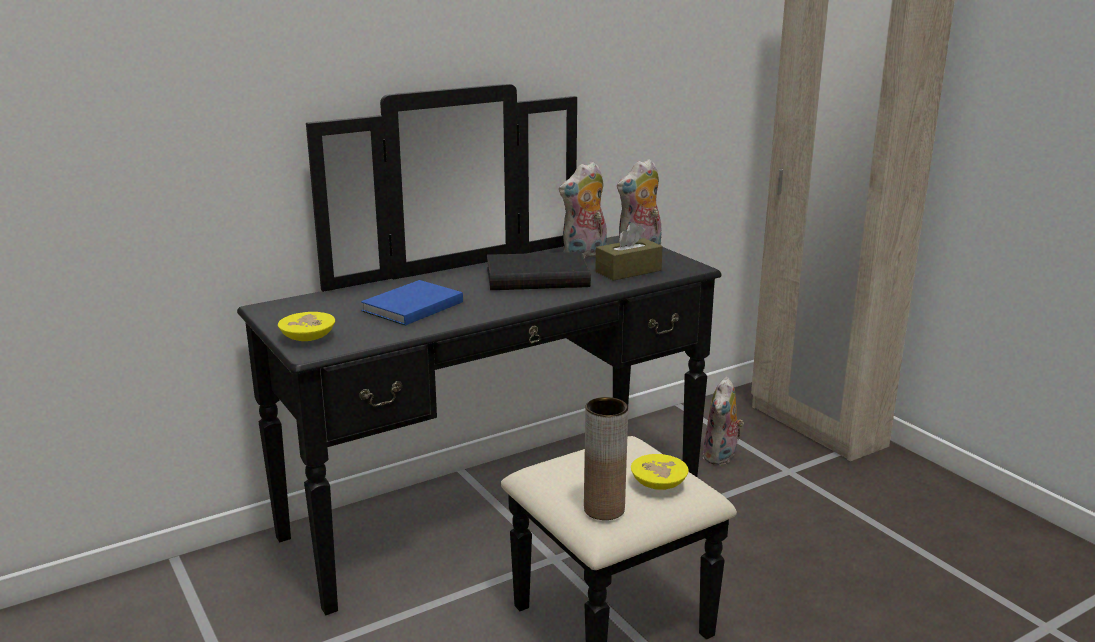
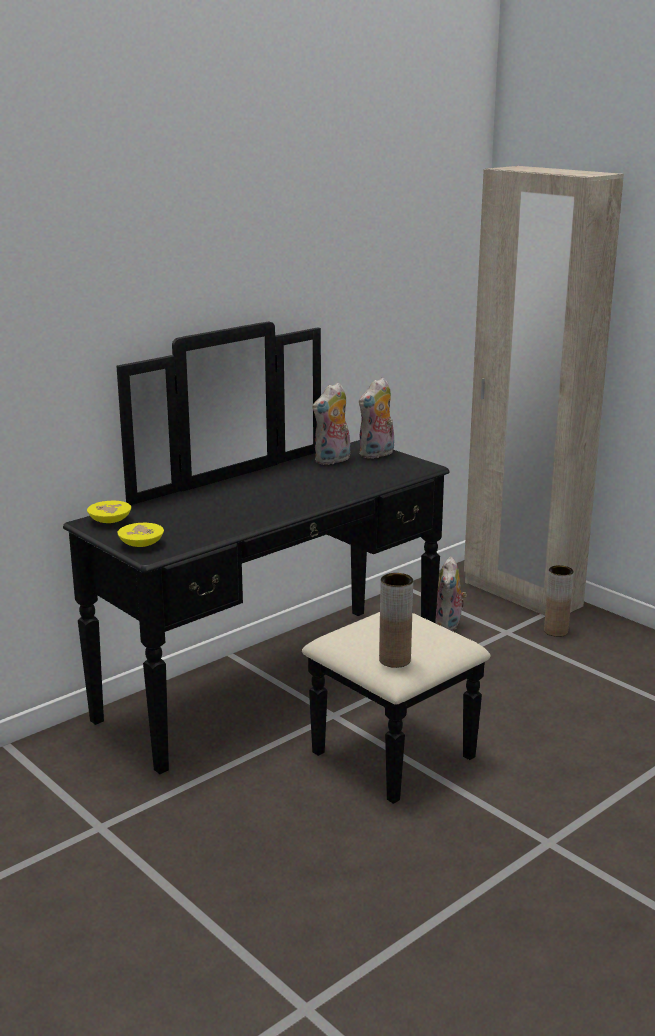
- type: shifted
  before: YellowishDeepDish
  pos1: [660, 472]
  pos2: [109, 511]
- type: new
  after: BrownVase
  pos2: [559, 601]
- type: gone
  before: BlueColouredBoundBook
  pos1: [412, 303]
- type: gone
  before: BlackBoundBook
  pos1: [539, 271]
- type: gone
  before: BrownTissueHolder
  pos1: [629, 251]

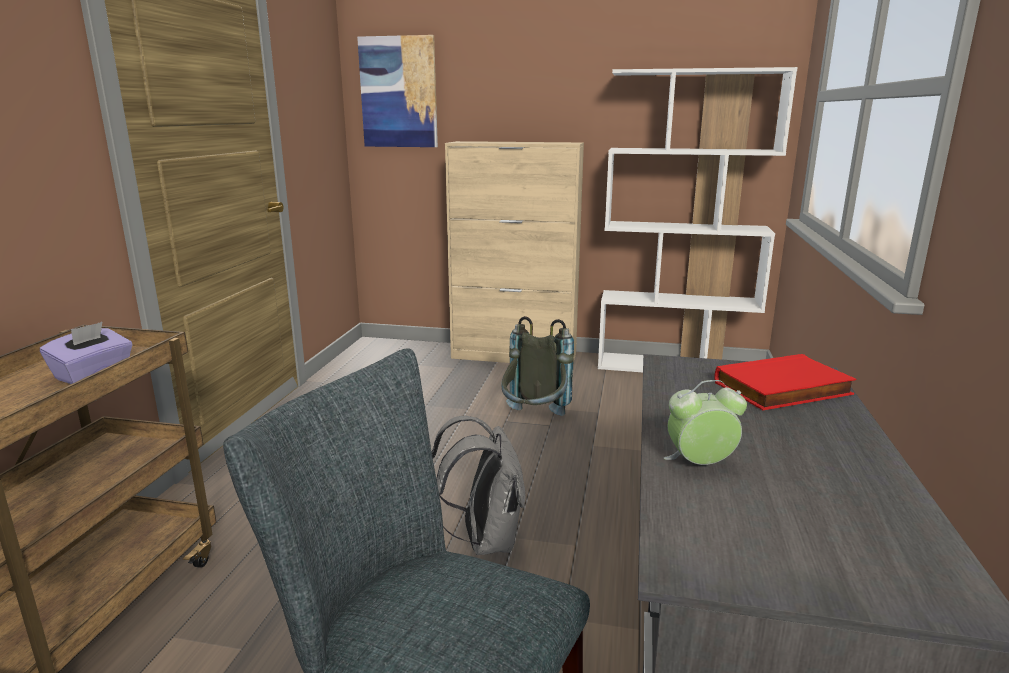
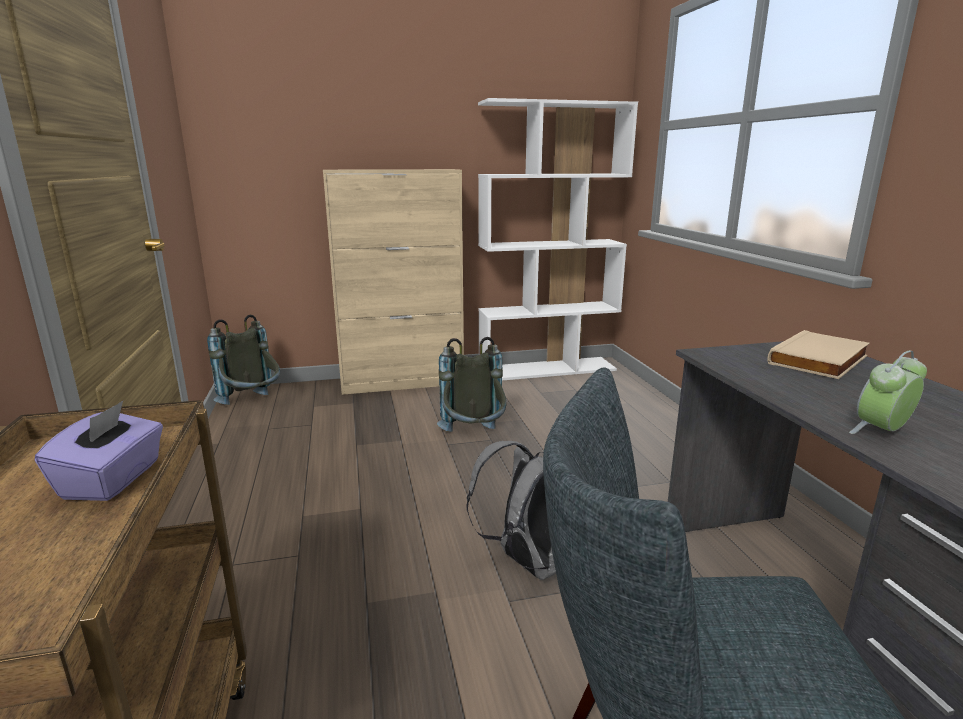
- type: new
  after: GrayRucksack
  pos2: [243, 359]
- type: repainted
  before: ReddishBoundBook
  after: BeigeColouredBoundBook
  pos1: [785, 382]
  pos2: [818, 354]
- type: gone
  before: WallPicture
  pos1: [397, 91]

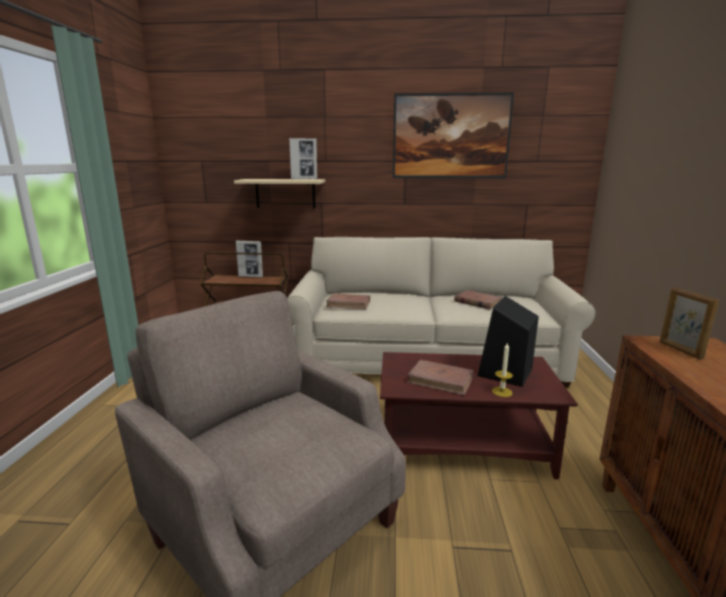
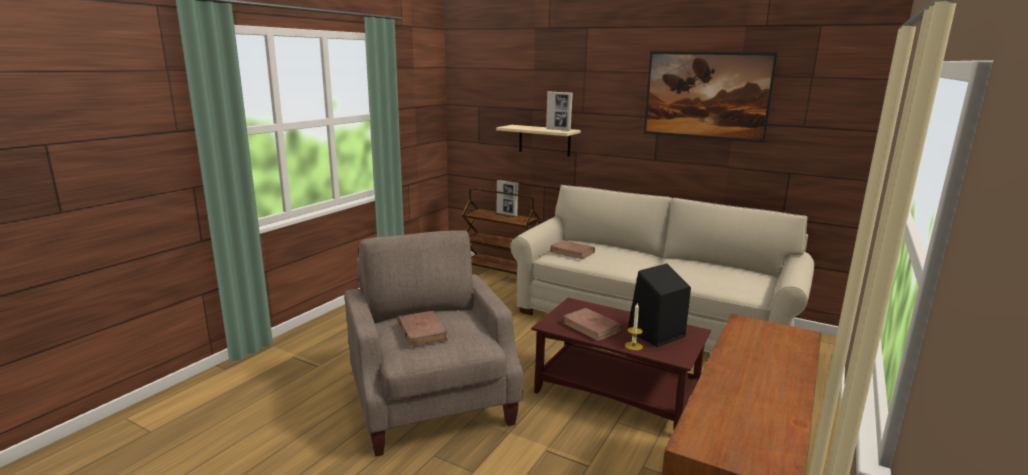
- type: shifted
  before: BrownBoundBook
  pos1: [478, 300]
  pos2: [422, 329]
- type: gone
  before: PhotoFrame
  pos1: [689, 323]

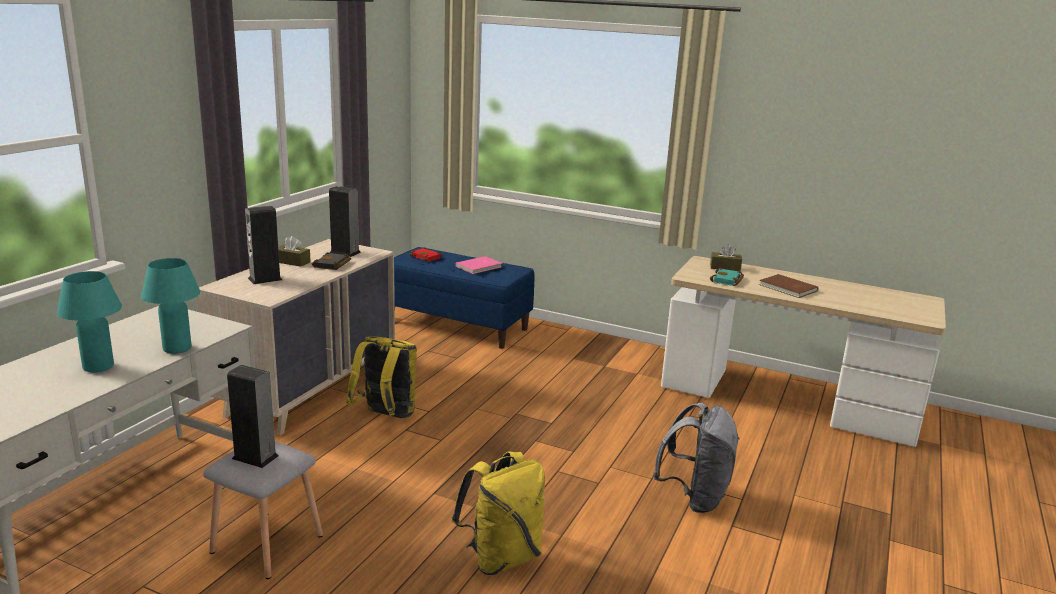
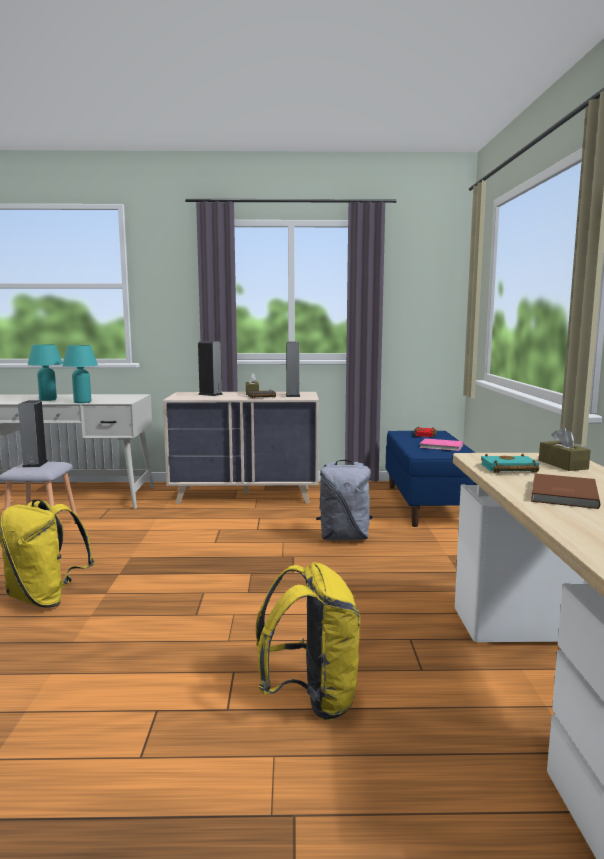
- type: shifted
  before: YellowishRucksack
  pos1: [381, 377]
  pos2: [308, 641]
- type: shifted
  before: GrayRucksack
  pos1: [696, 458]
  pos2: [344, 500]

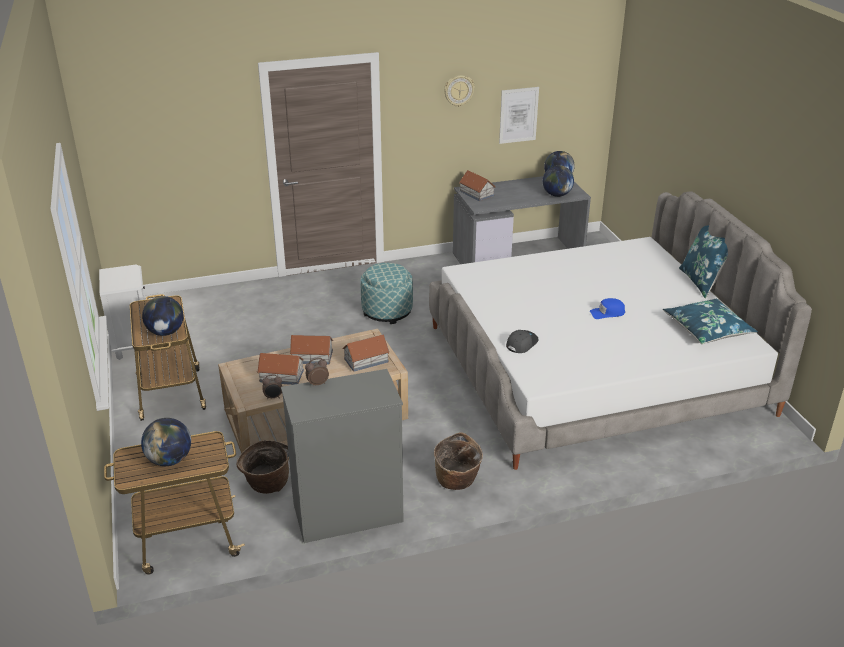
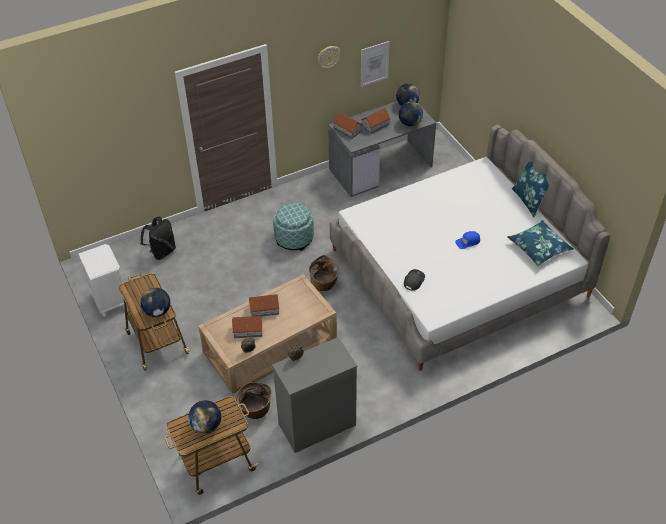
- type: new
  after: BlackRucksack
  pos2: [158, 238]
- type: shifted
  before: HouseholdBasket
  pos1: [458, 461]
  pos2: [324, 273]
- type: shifted
  before: MiniatureHouse
  pos1: [366, 353]
  pos2: [376, 121]

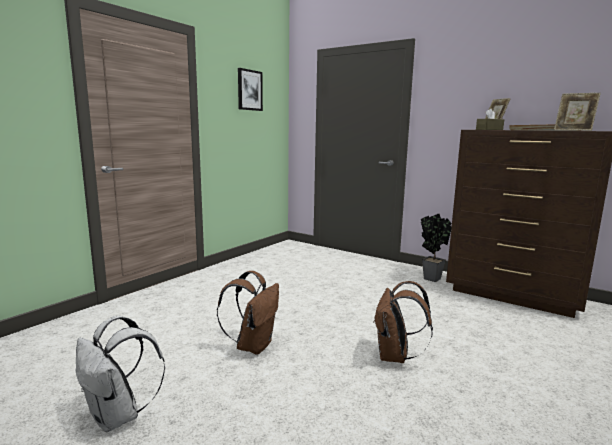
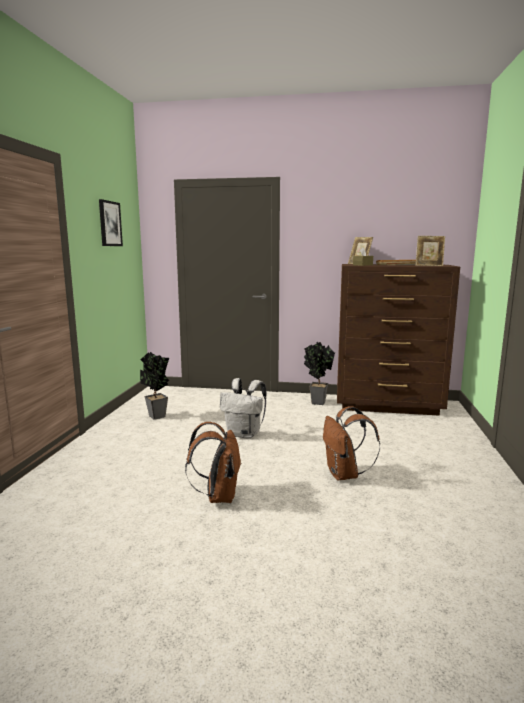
- type: new
  after: Houseplant
  pos2: [154, 386]
- type: shifted
  before: WhiteRucksack
  pos1: [120, 374]
  pos2: [243, 408]

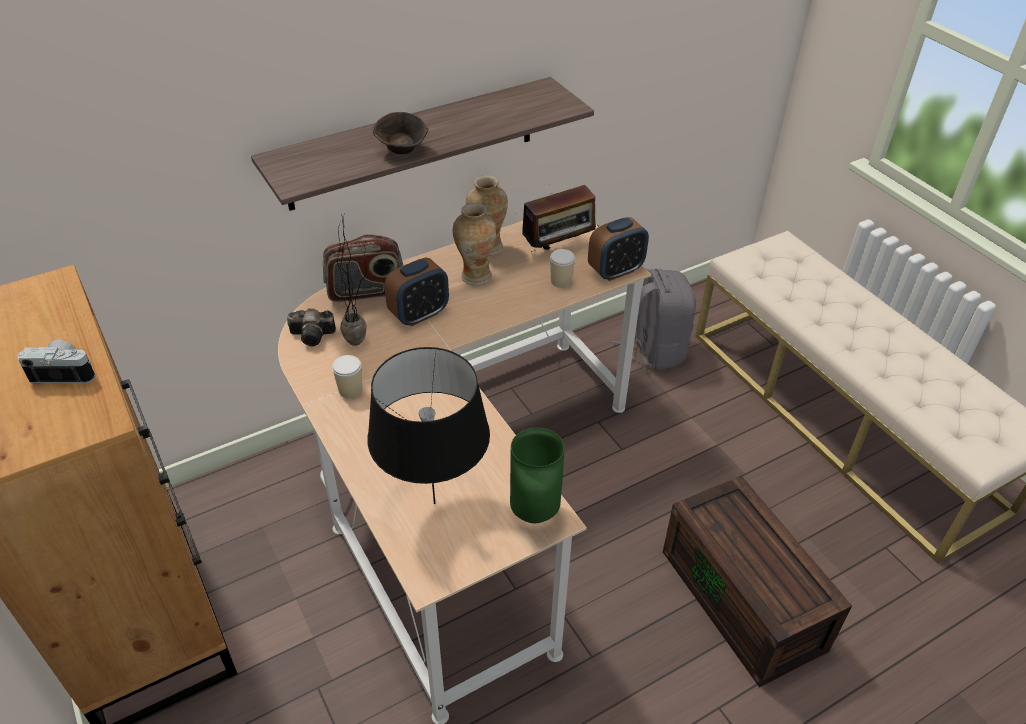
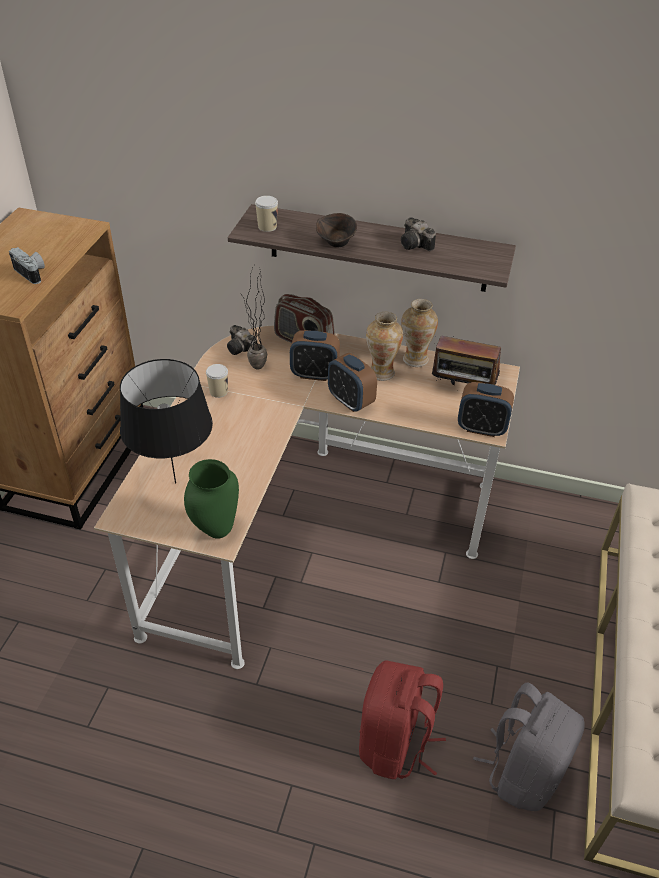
- type: shifted
  before: Cup
  pos1: [562, 268]
  pos2: [266, 214]
- type: new
  after: BedsideClock
  pos2: [352, 382]
- type: swapped
  before: BrownStorageBox
  after: ReddishRucksack
  pos1: [757, 581]
  pos2: [402, 719]
- type: new
  after: StillCamera
  pos2: [418, 234]
- type: shifted
  before: GrayRucksack
  pos1: [654, 319]
  pos2: [529, 746]

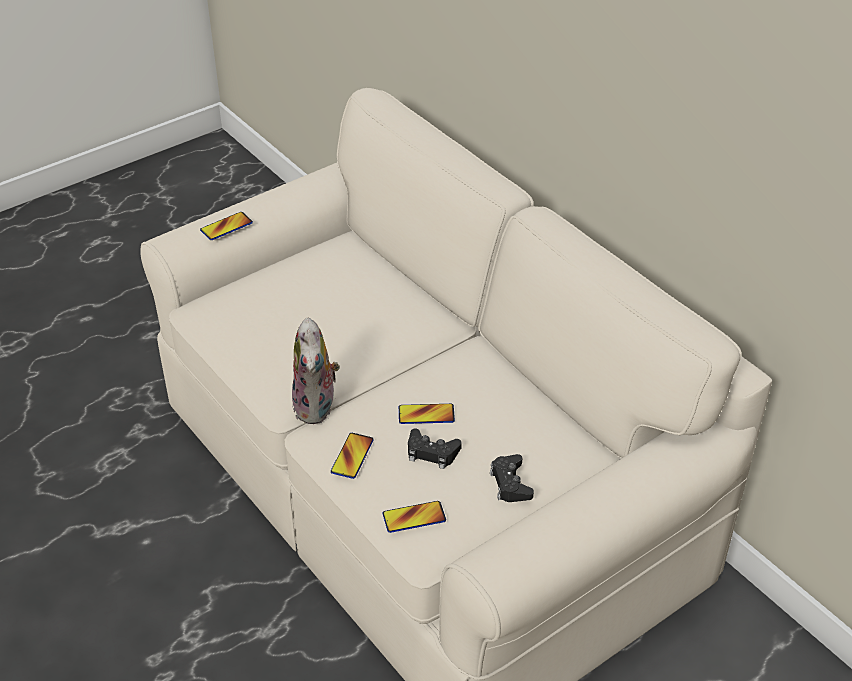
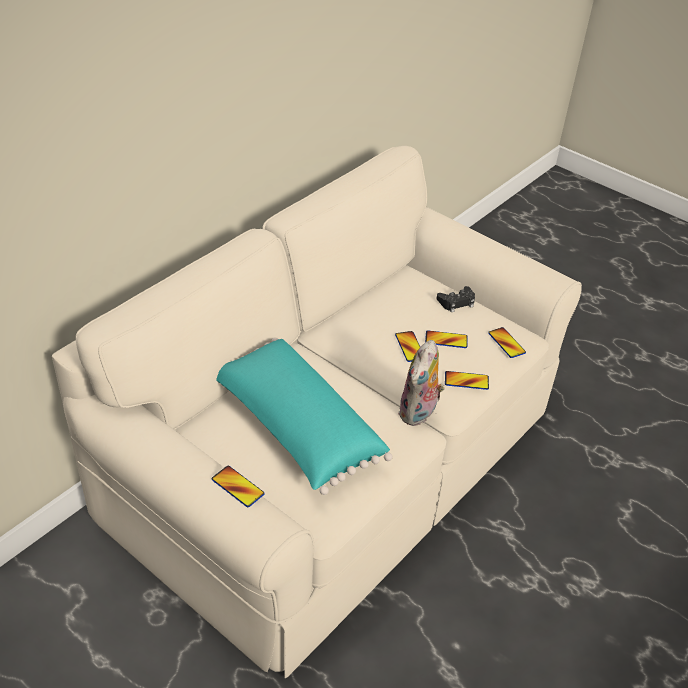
- type: new
  after: BlueGreenCushion
  pos2: [304, 416]
- type: rotated
  before: CuddlyToy
  pos1: [316, 371]
  pos2: [421, 383]
  turn: 135
- type: swapped
  before: BlackGamepad
  after: Phone
  pos1: [435, 448]
  pos2: [446, 339]

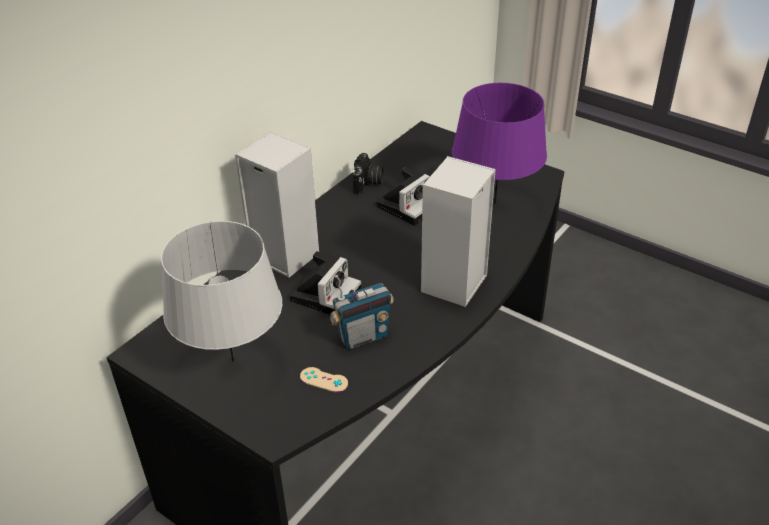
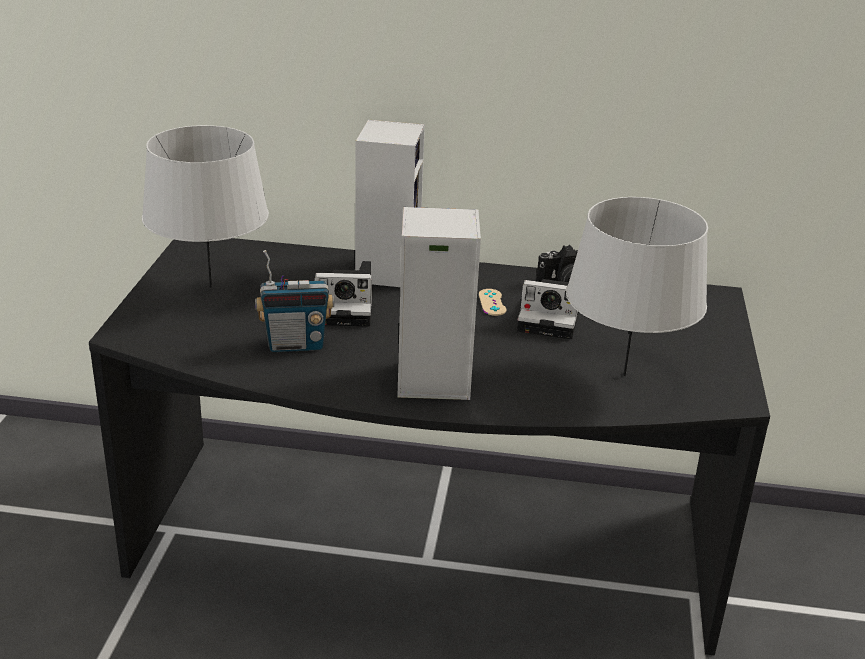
- type: rotated
  before: RadioSet
  pos1: [362, 312]
  pos2: [294, 301]
  turn: -45
- type: shifted
  before: BeigeColouredGamepad
  pos1: [324, 379]
  pos2: [492, 302]
- type: repainted
  before: PurpleTableLamp
  after: GrayTableLamp
  pos1: [499, 143]
  pos2: [637, 286]

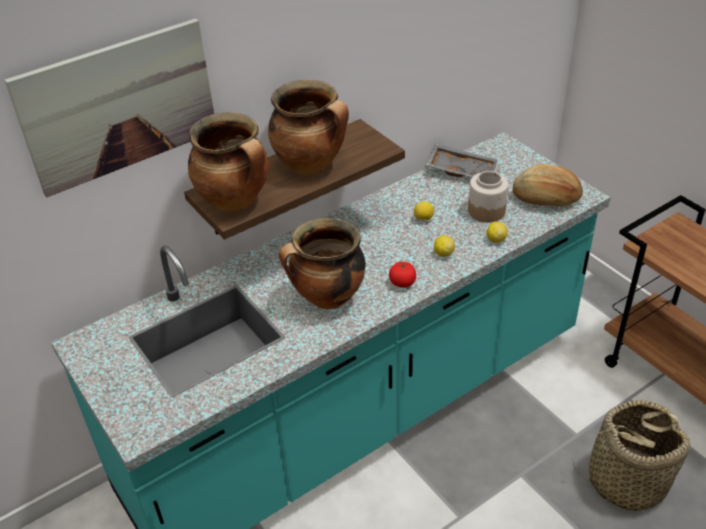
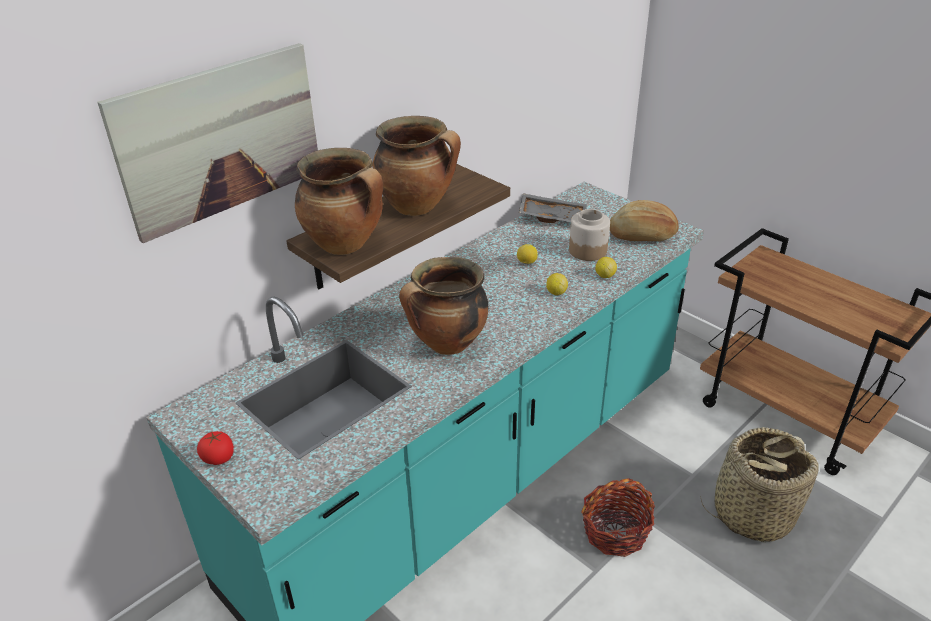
- type: shifted
  before: FreshTomato
  pos1: [402, 274]
  pos2: [215, 448]
- type: new
  after: HouseholdBasket
  pos2: [618, 517]

